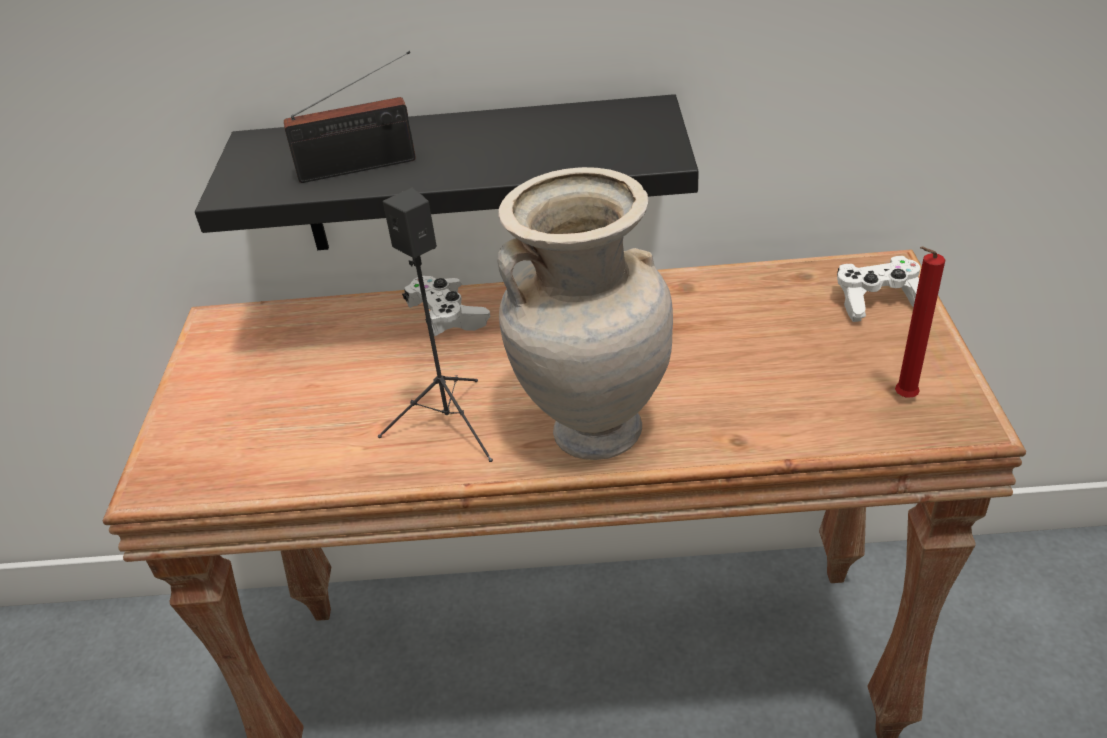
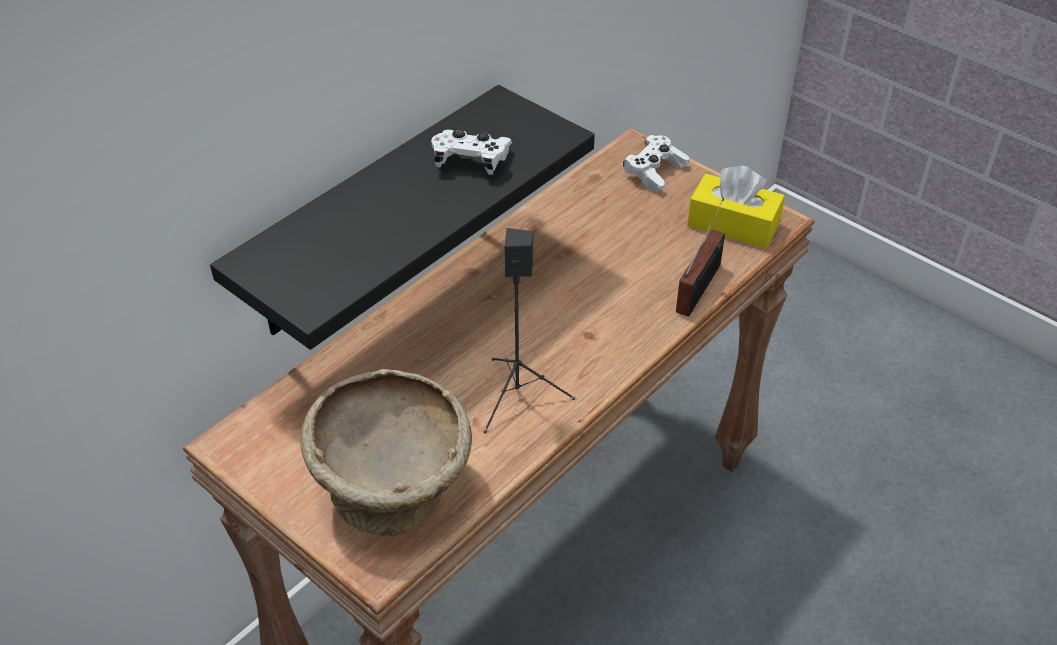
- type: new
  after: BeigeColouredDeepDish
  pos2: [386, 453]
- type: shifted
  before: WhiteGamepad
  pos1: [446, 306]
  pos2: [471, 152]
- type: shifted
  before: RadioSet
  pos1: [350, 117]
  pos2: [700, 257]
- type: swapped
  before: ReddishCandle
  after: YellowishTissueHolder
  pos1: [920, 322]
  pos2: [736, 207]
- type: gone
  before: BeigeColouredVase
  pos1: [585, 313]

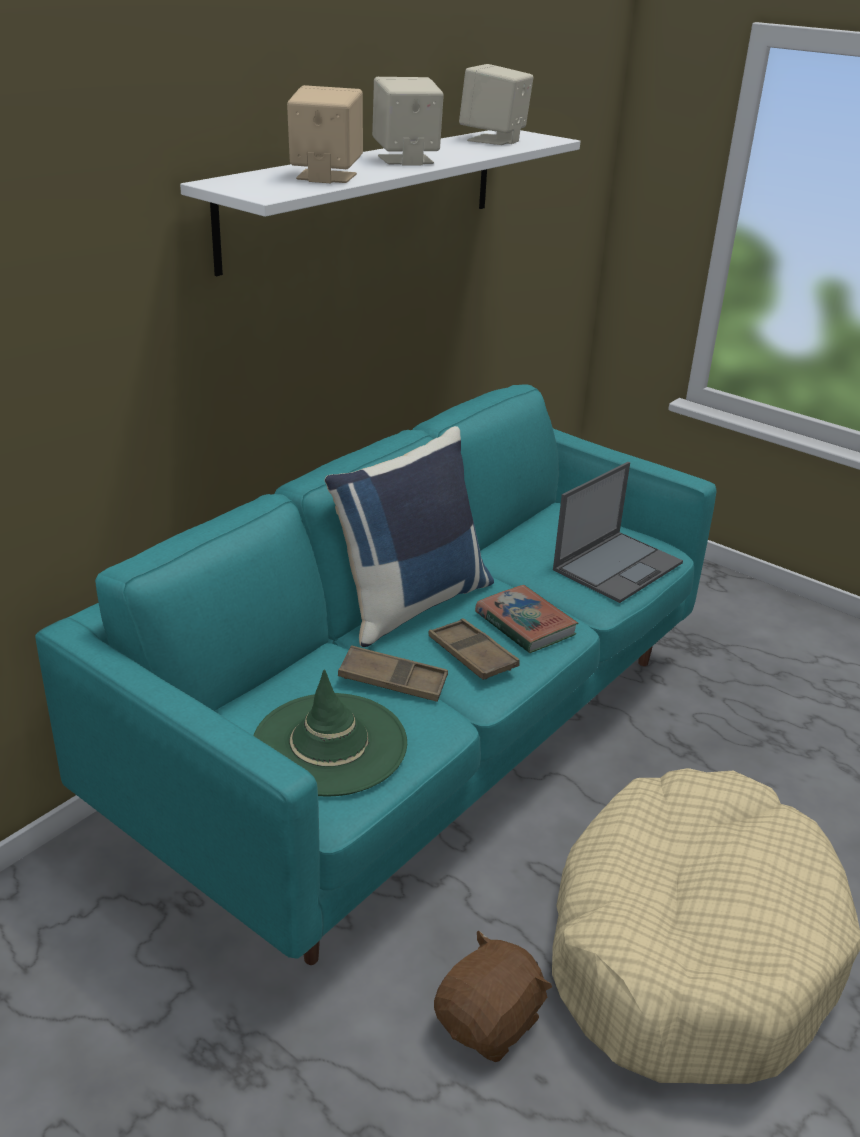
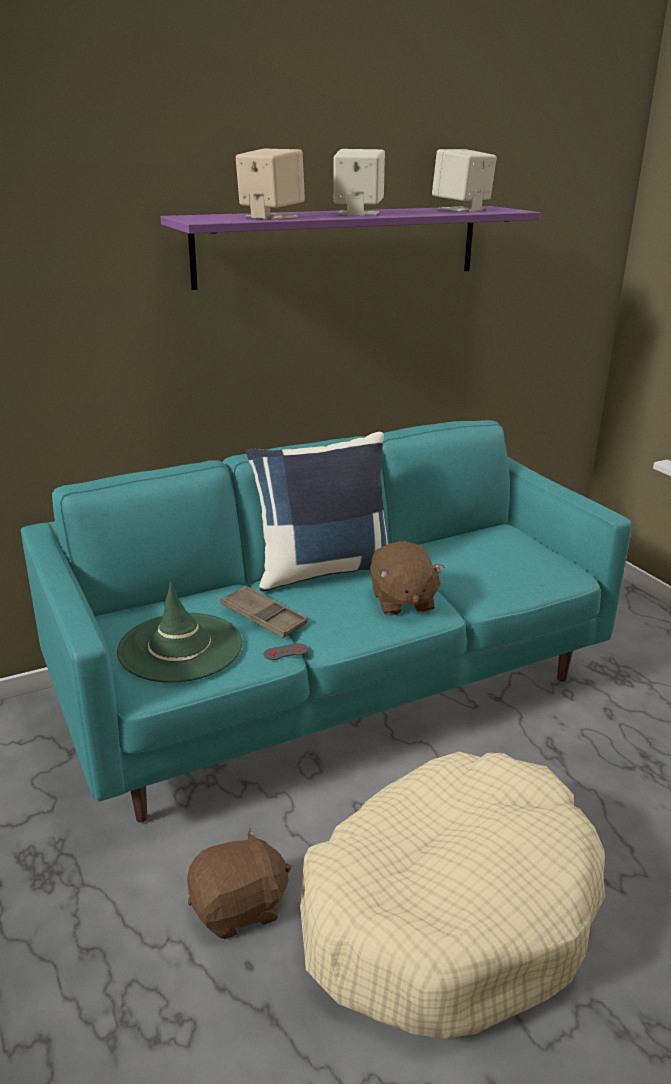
- type: repainted
  before: WhiteShelf
  after: PurpleShelf
  pos1: [380, 203]
  pos2: [350, 248]
- type: new
  after: GrayGamepad
  pos2: [286, 651]
- type: swapped
  before: BoundBook
  after: BrownCuddlyToy
  pos1: [526, 619]
  pos2: [407, 578]
- type: gone
  before: BrownTray
  pos1: [474, 649]
- type: gone
  before: Laptop
  pos1: [618, 532]

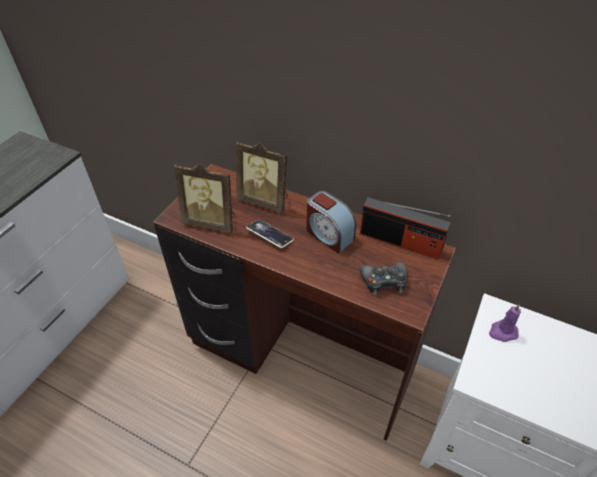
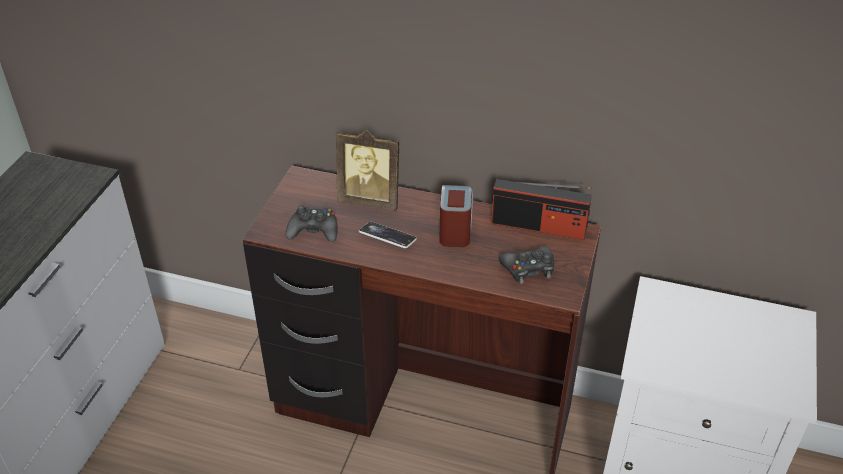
- type: swapped
  before: PhotoFrame
  after: BlackGamepad
  pos1: [204, 198]
  pos2: [312, 223]
- type: rotated
  before: BedsideClock
  pos1: [331, 222]
  pos2: [456, 216]
  turn: -120
- type: gone
  before: PurpleCandle
  pos1: [505, 323]

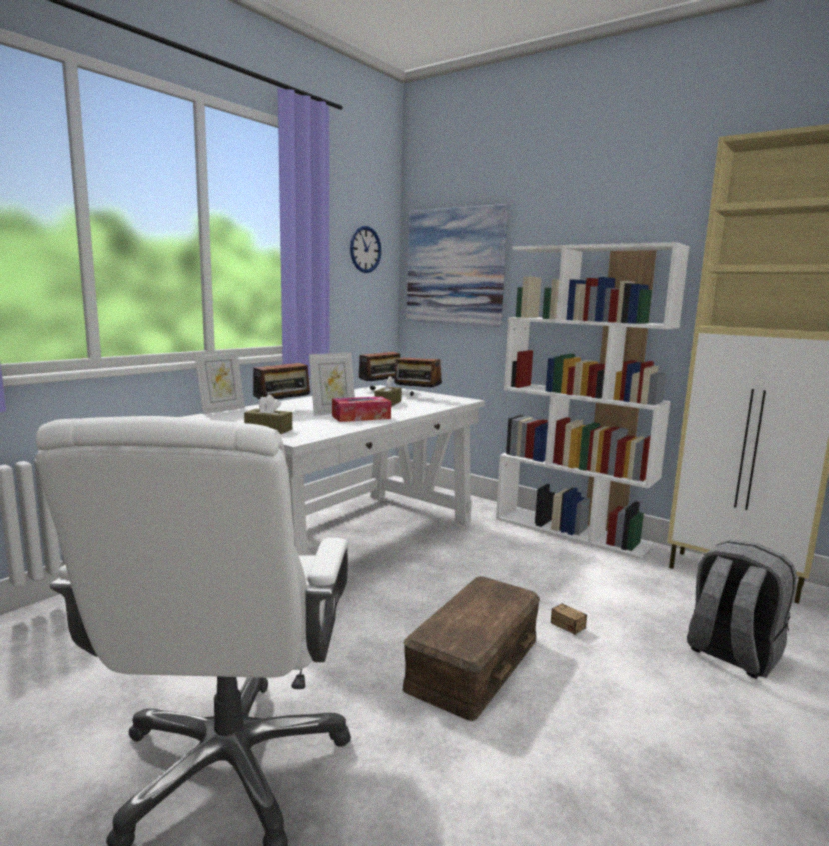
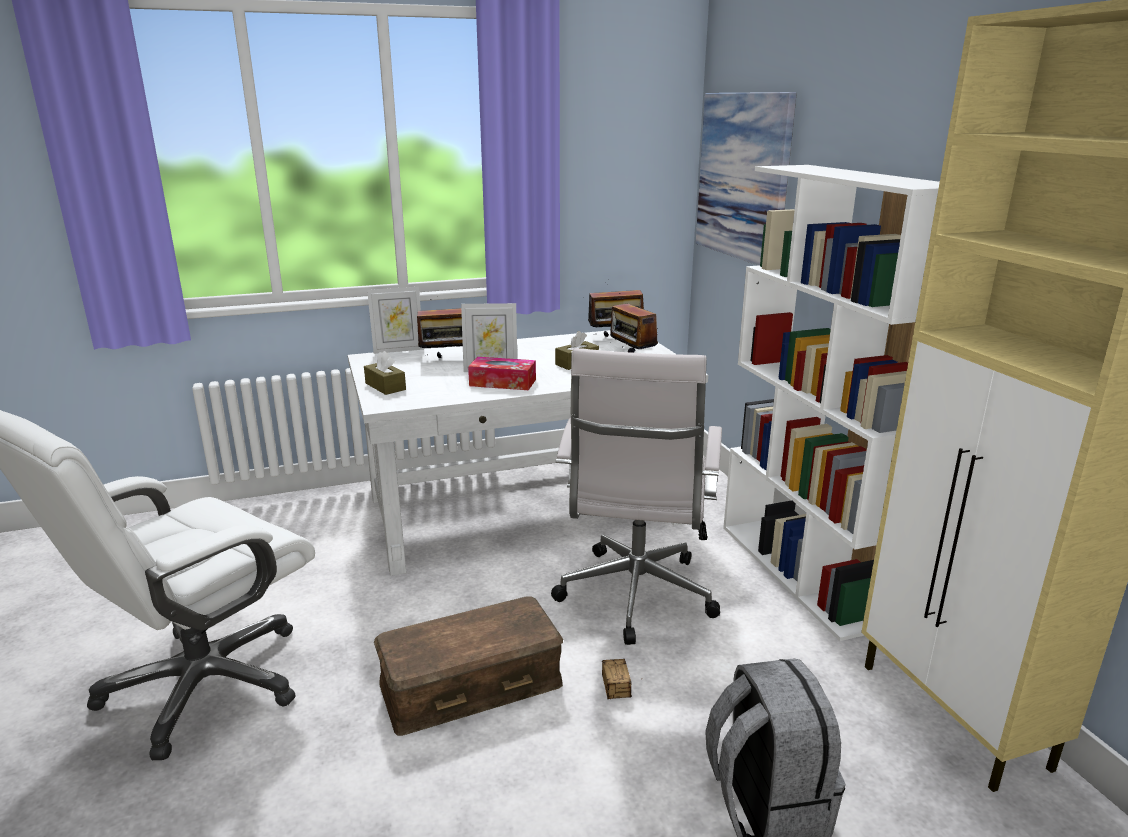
- type: new
  after: WhiteComputerChair
  pos2: [636, 496]
- type: gone
  before: HangingClock
  pos1: [365, 249]

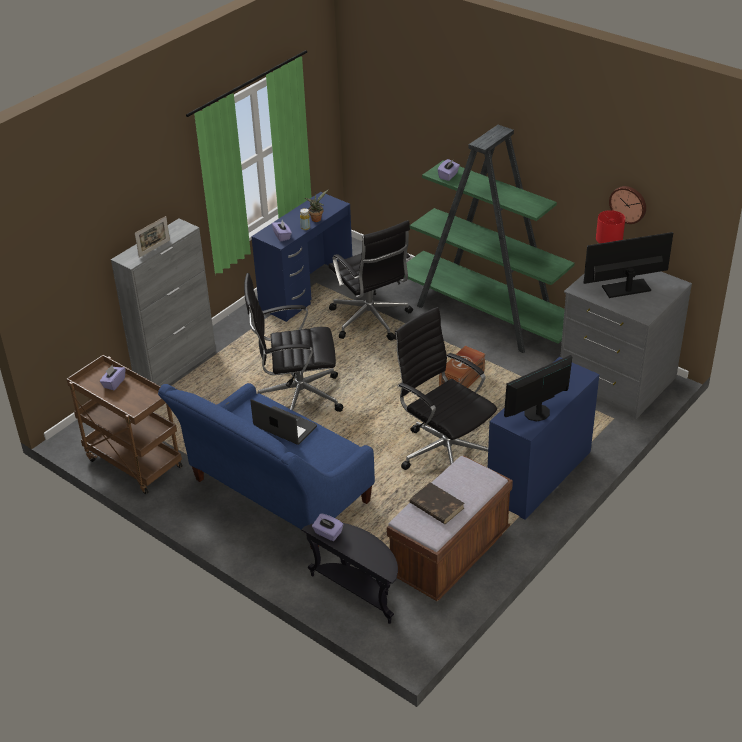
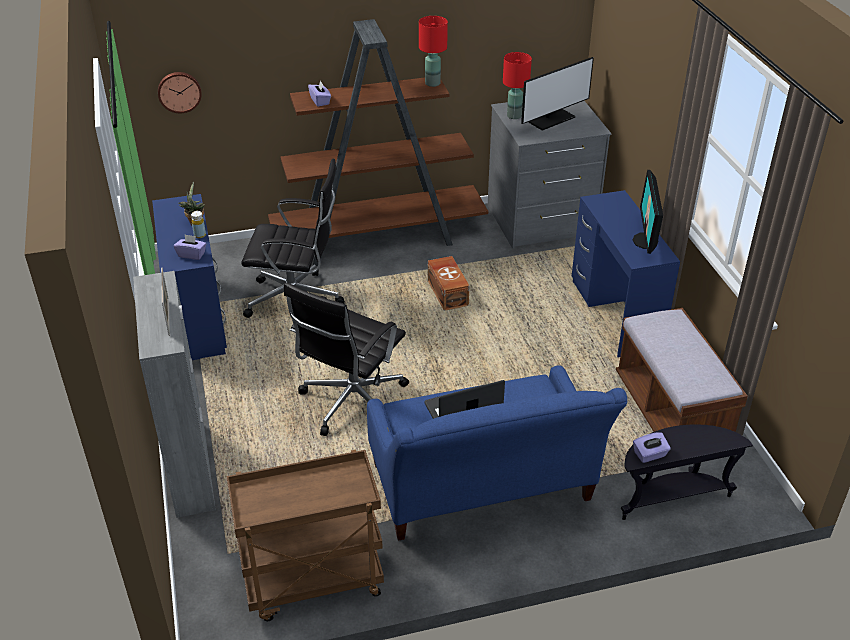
- type: shifted
  before: HangingClock
  pos1: [627, 205]
  pos2: [180, 92]
- type: repainted
  before: GreenBookcase
  after: BrownBookcase
  pos1: [489, 239]
  pos2: [378, 142]
- type: new
  after: ReddishTableLamp
  pos2: [433, 51]
- type: rotated
  before: ComputerDisplay
  pos1: [628, 265]
  pos2: [557, 94]
  turn: -150
- type: gone
  before: PurpleTissueHolder
  pos1: [112, 377]
- type: gone
  before: BlackComputerChair
  pos1: [445, 388]
- type: gone
  before: BrownBoundBook
  pos1: [436, 503]

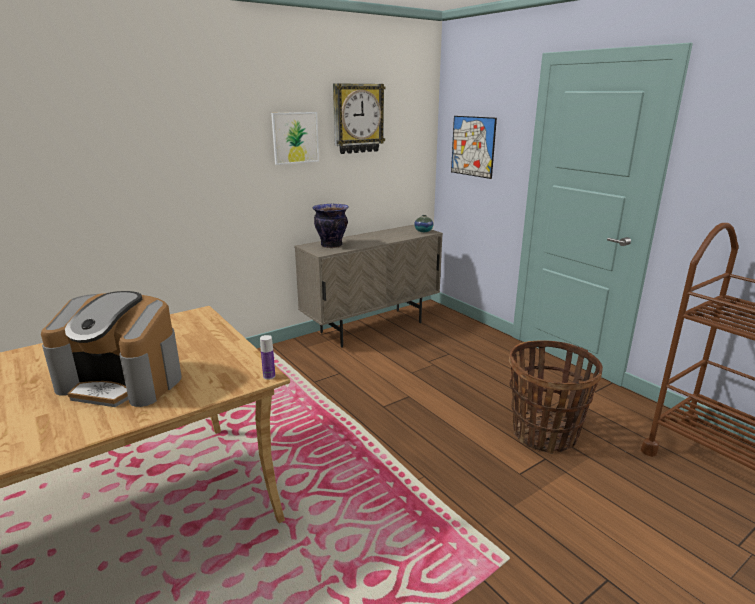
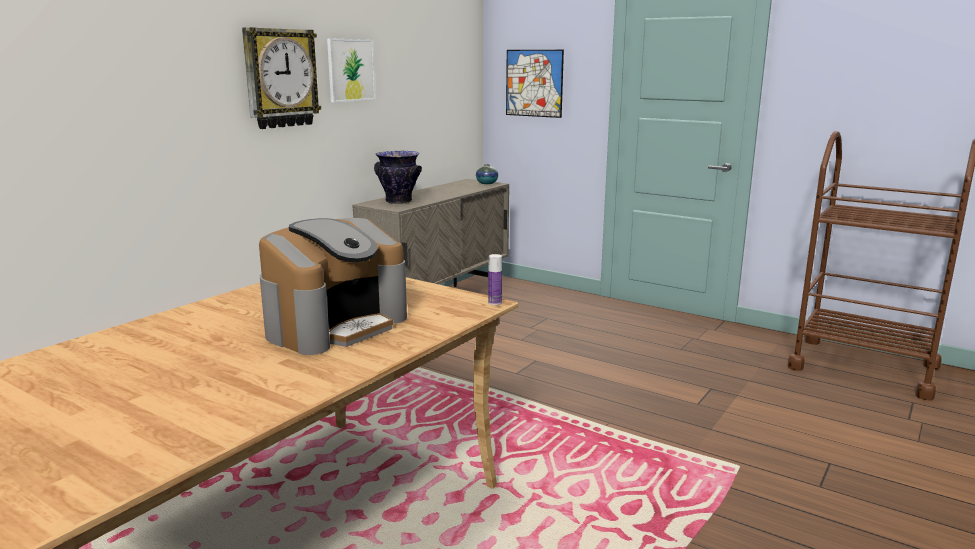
- type: shifted
  before: HangingClock
  pos1: [359, 118]
  pos2: [281, 78]
- type: rotated
  before: CoffeeMaker
  pos1: [111, 349]
  pos2: [333, 286]
  turn: -45
- type: gone
  before: HouseholdBasket
  pos1: [555, 397]

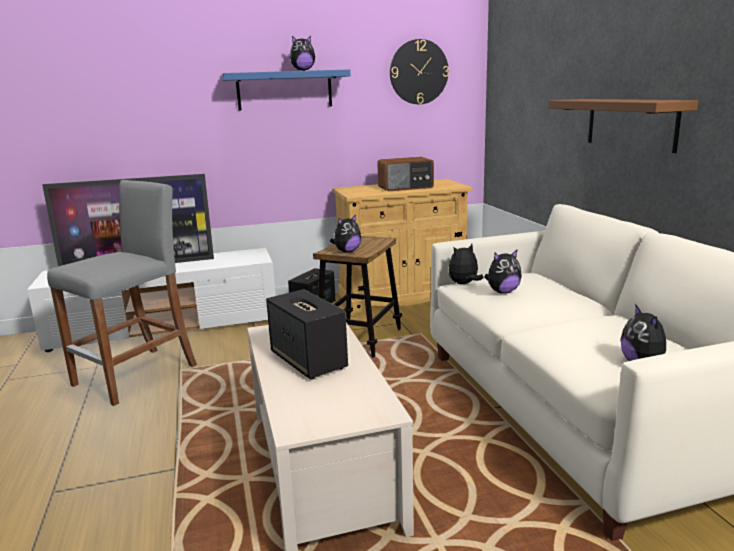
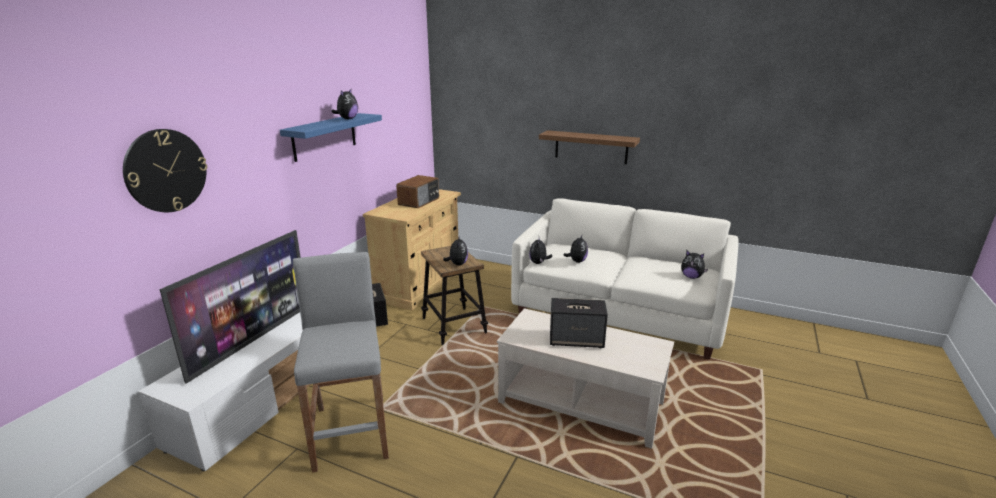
- type: shifted
  before: HangingClock
  pos1: [419, 71]
  pos2: [165, 170]

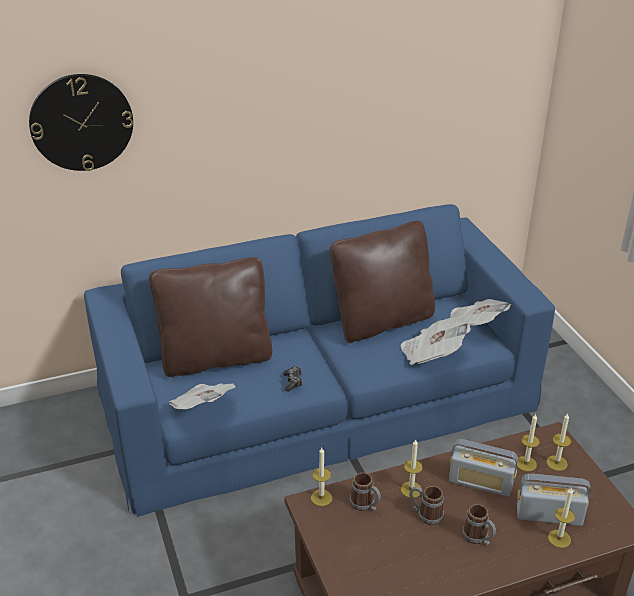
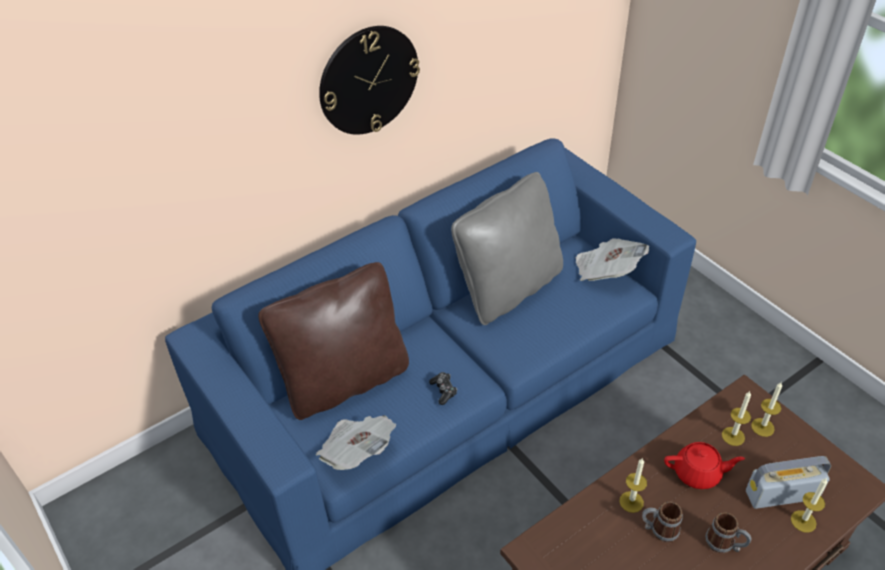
- type: shifted
  before: HangingClock
  pos1: [81, 122]
  pos2: [369, 80]
- type: repainted
  before: BrownCushion
  after: GrayCushion
  pos1: [382, 282]
  pos2: [507, 248]
- type: swapped
  before: RadioSet
  after: ReddishTeapot
  pos1: [483, 468]
  pos2: [704, 465]
- type: gone
  before: Candle
  pos1: [321, 477]
- type: gone
  before: Mug
  pos1: [365, 491]
- type: gone
  before: DailyPaper
  pos1: [436, 341]

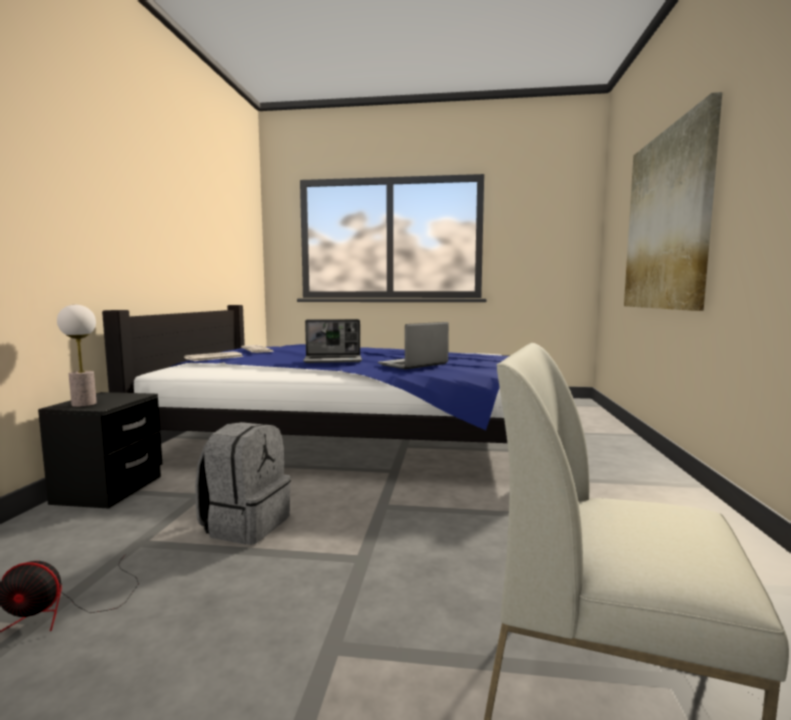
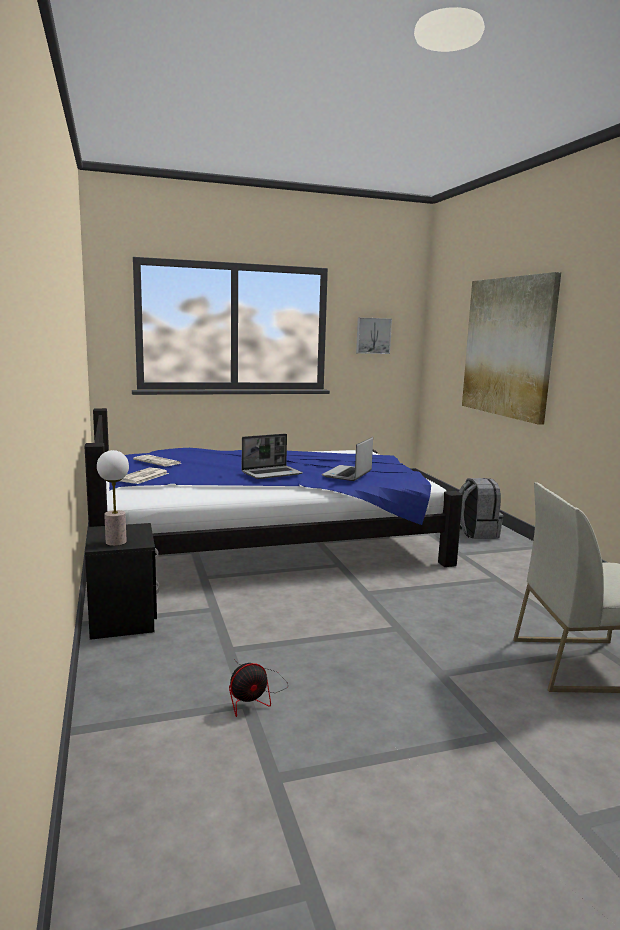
- type: new
  after: WallPicture
  pos2: [374, 335]
- type: shifted
  before: GrayRucksack
  pos1: [243, 483]
  pos2: [481, 508]

